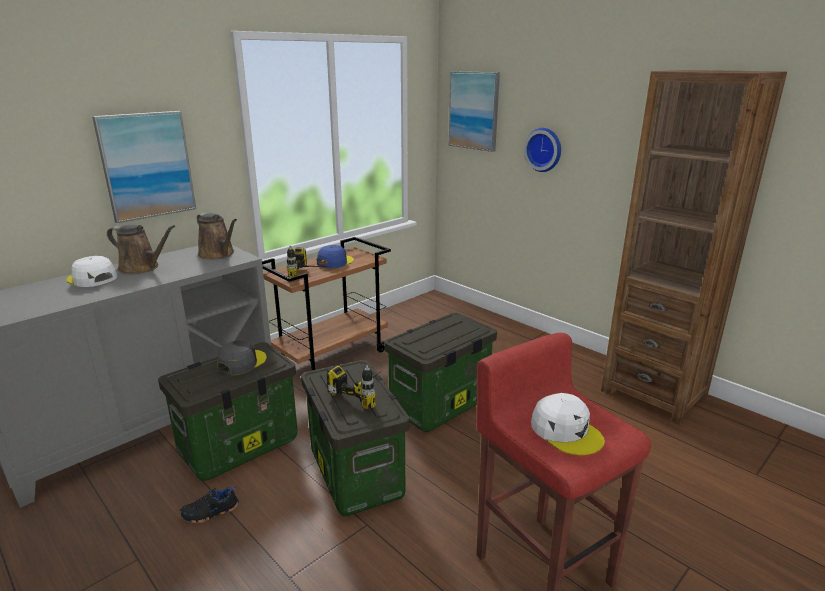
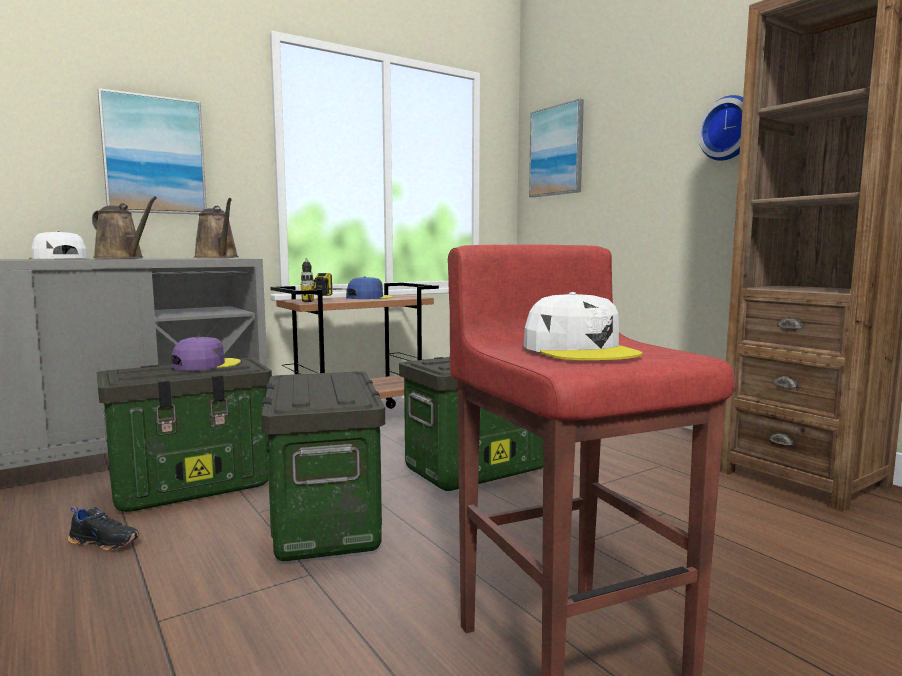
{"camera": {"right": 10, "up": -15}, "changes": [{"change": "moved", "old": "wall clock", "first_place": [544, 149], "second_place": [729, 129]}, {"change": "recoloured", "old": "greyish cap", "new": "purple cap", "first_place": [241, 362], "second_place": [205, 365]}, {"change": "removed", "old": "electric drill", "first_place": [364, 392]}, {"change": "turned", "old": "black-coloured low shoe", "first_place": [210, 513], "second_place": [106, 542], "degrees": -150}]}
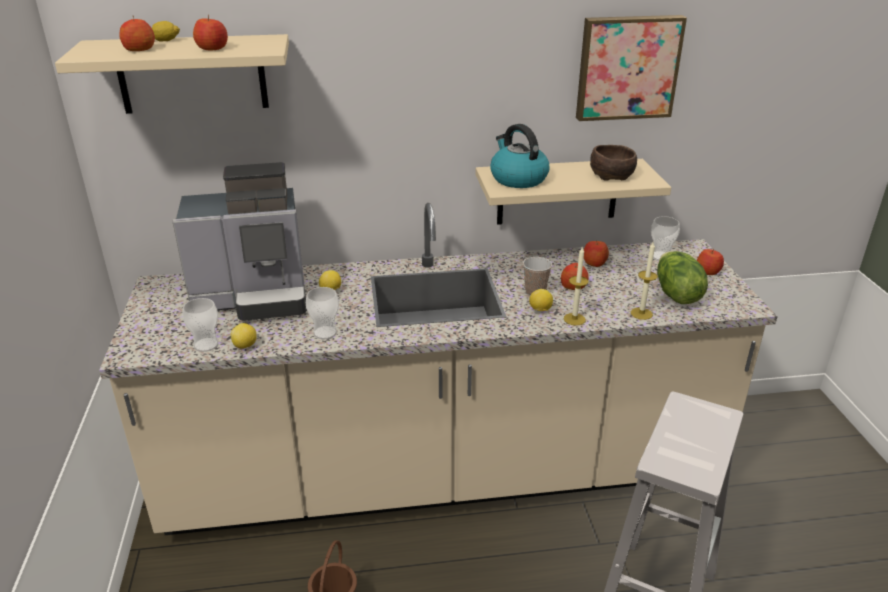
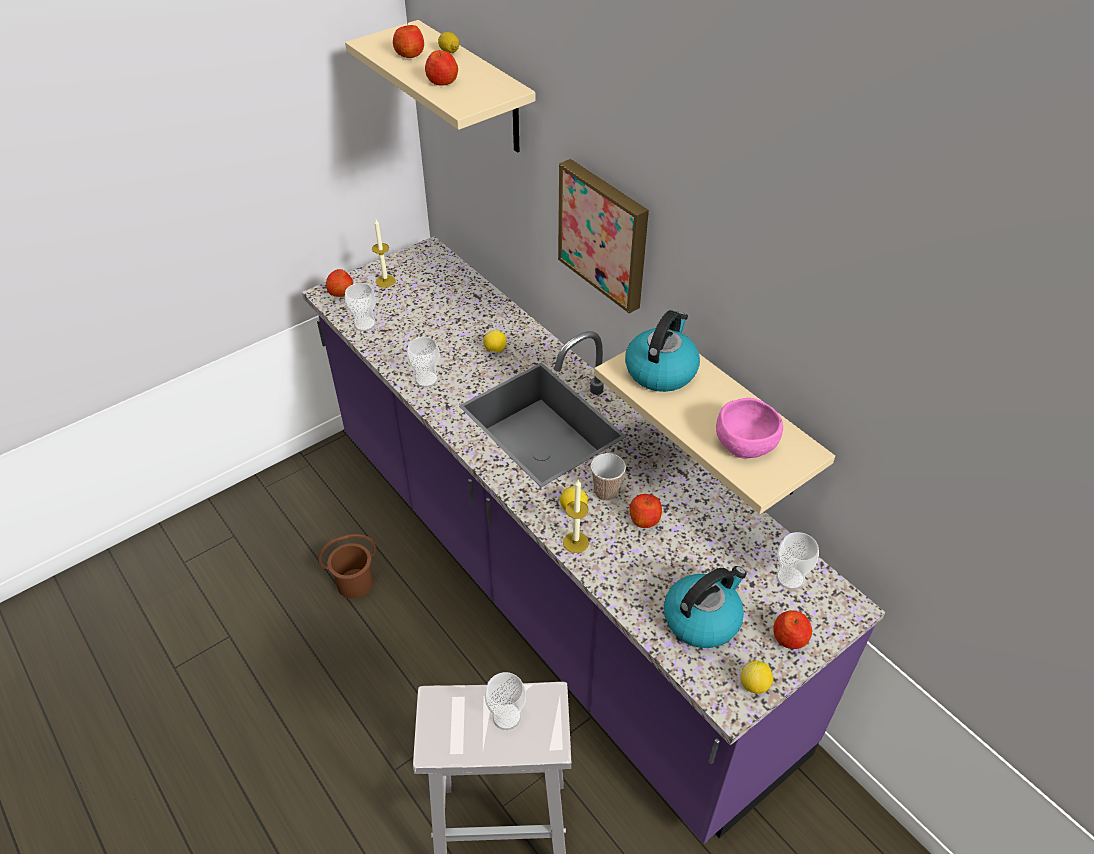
{"camera": {"right": 60, "up": 15}, "changes": [{"change": "moved", "old": "picture", "first_place": [627, 67], "second_place": [605, 234]}, {"change": "recoloured", "old": "brown serving bowl", "new": "pinkish serving bowl", "first_place": [612, 175], "second_place": [747, 443]}, {"change": "removed", "old": "coffee machine", "first_place": [255, 297]}, {"change": "recoloured", "old": "sand-coloured kitchen base unit", "new": "purple kitchen base unit", "first_place": [444, 476], "second_place": [547, 583]}, {"change": "moved", "old": "apple", "first_place": [594, 263], "second_place": [341, 292]}, {"change": "moved", "old": "wax light", "first_place": [641, 313], "second_place": [385, 281]}, {"change": "replaced", "old": "lettuce head", "new": "tea kettle", "first_place": [676, 294], "second_place": [702, 618]}, {"change": "moved", "old": "whole lemon", "first_place": [245, 346], "second_place": [754, 685]}, {"change": "added", "new": "drinking cup", "second_place": [506, 716]}]}
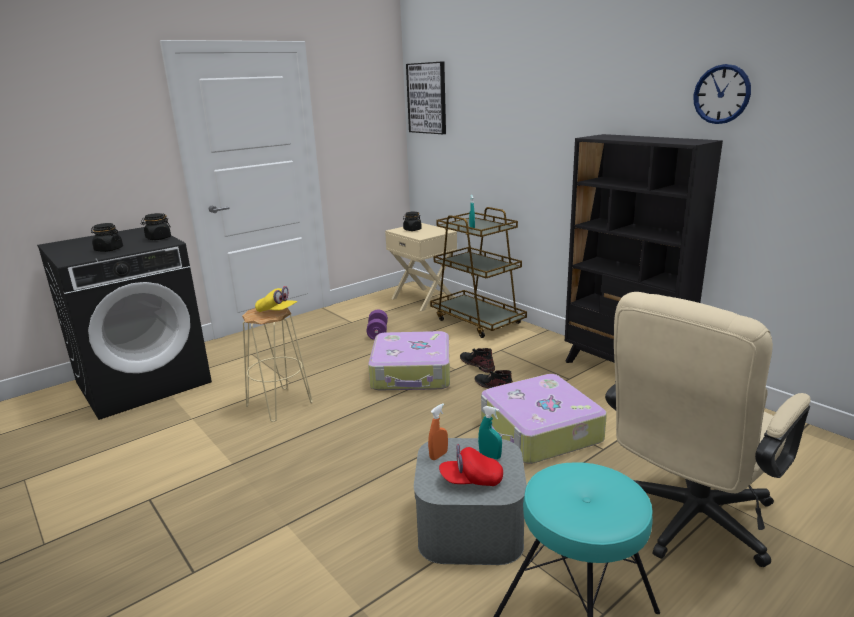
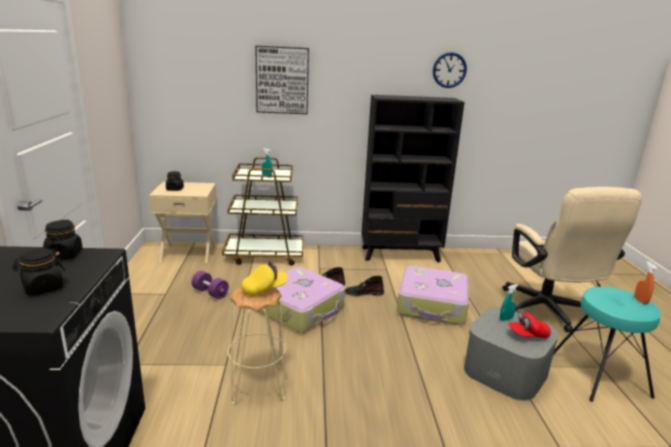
{"camera": {"right": -55, "up": 0}, "changes": [{"change": "moved", "old": "picture", "first_place": [427, 98], "second_place": [282, 80]}, {"change": "moved", "old": "orange sprayer", "first_place": [438, 455], "second_place": [640, 301]}, {"change": "turned", "old": "red-coloured cap", "first_place": [471, 480], "second_place": [527, 335], "degrees": 45}]}
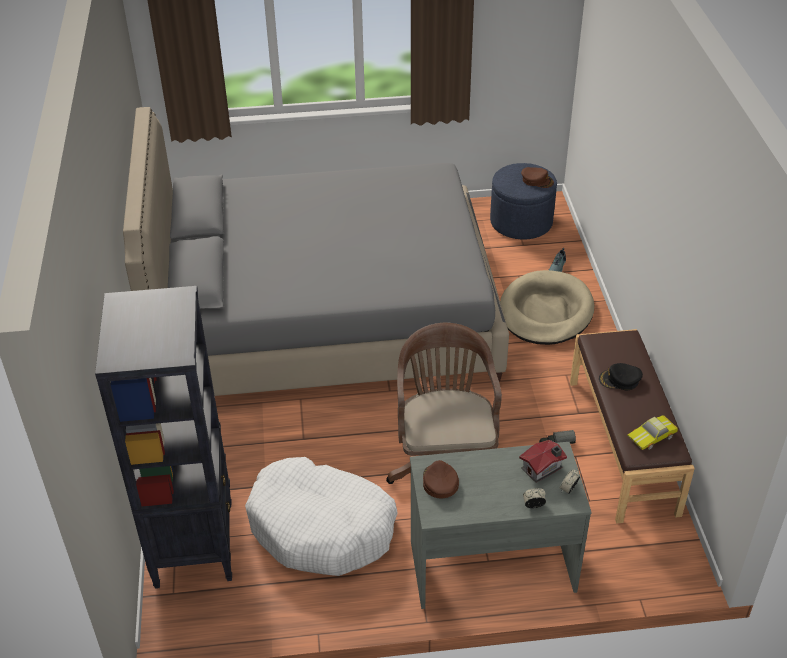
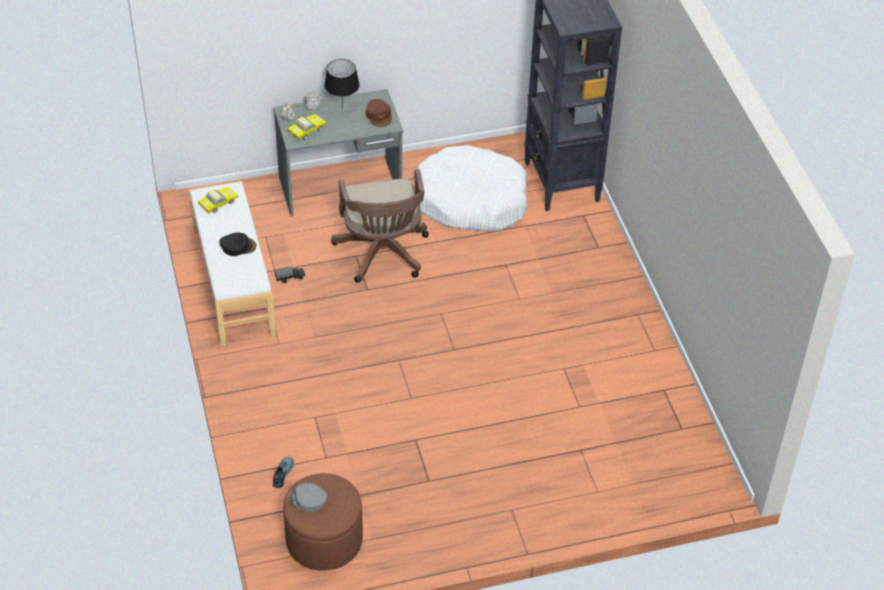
{"camera": {"right": 170, "up": 5}, "changes": [{"change": "removed", "old": "greyish bedroom bed", "first_place": [324, 317]}, {"change": "recoloured", "old": "blue footrest", "new": "brown footrest", "first_place": [521, 222], "second_place": [324, 540]}, {"change": "recoloured", "old": "brown cap", "new": "greyish cap", "first_place": [537, 180], "second_place": [307, 499]}, {"change": "removed", "old": "sand-coloured pet bed", "first_place": [545, 312]}, {"change": "recoloured", "old": "brown indoor bench", "new": "white-coloured indoor bench", "first_place": [623, 445], "second_place": [232, 282]}, {"change": "replaced", "old": "model house", "new": "miniature car", "first_place": [543, 468], "second_place": [306, 129]}, {"change": "added", "new": "black-coloured lamp for a table", "second_place": [343, 109]}]}
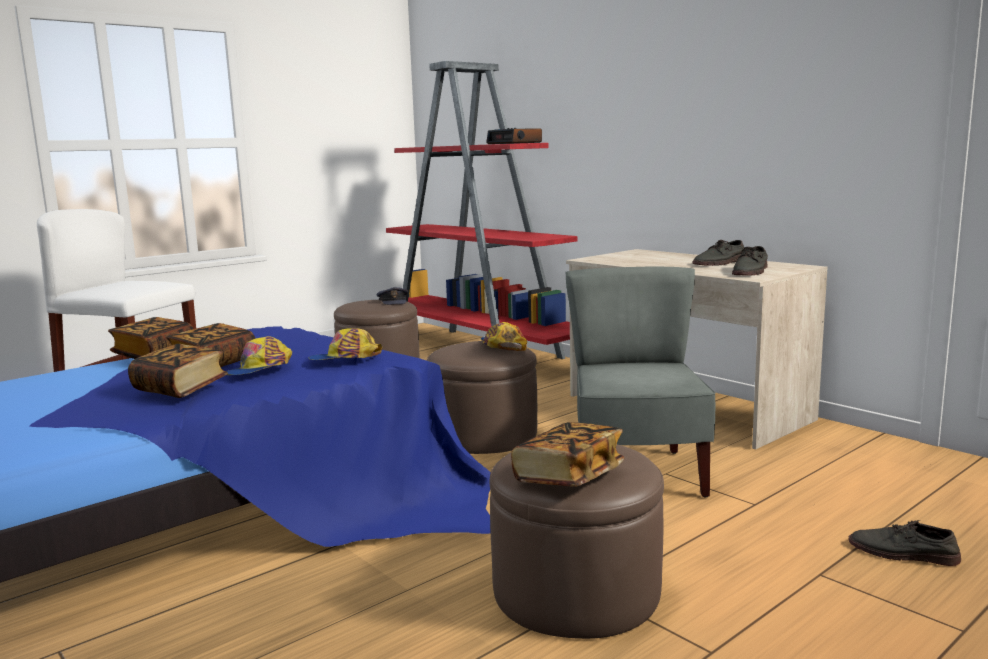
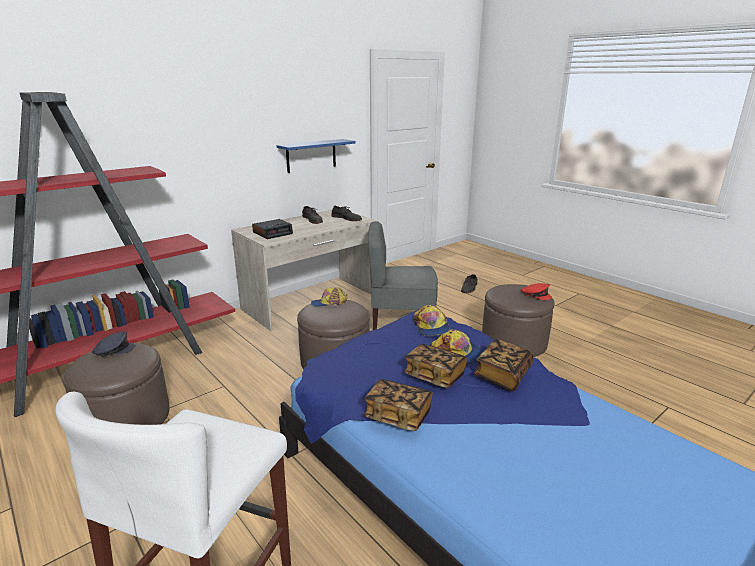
{"camera": {"right": -90, "up": 10}, "changes": [{"change": "moved", "old": "table clock", "first_place": [515, 143], "second_place": [273, 233]}, {"change": "replaced", "old": "volume", "new": "red-coloured cap", "first_place": [568, 477], "second_place": [535, 295]}, {"change": "added", "new": "blue bracket shelf", "second_place": [311, 155]}]}
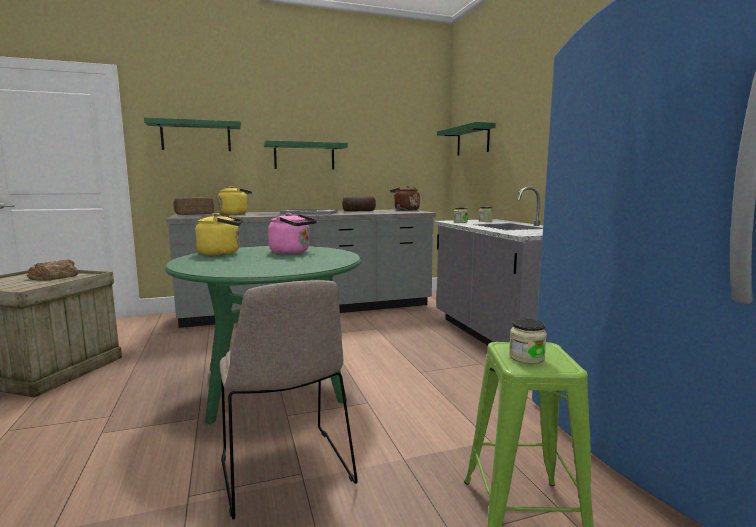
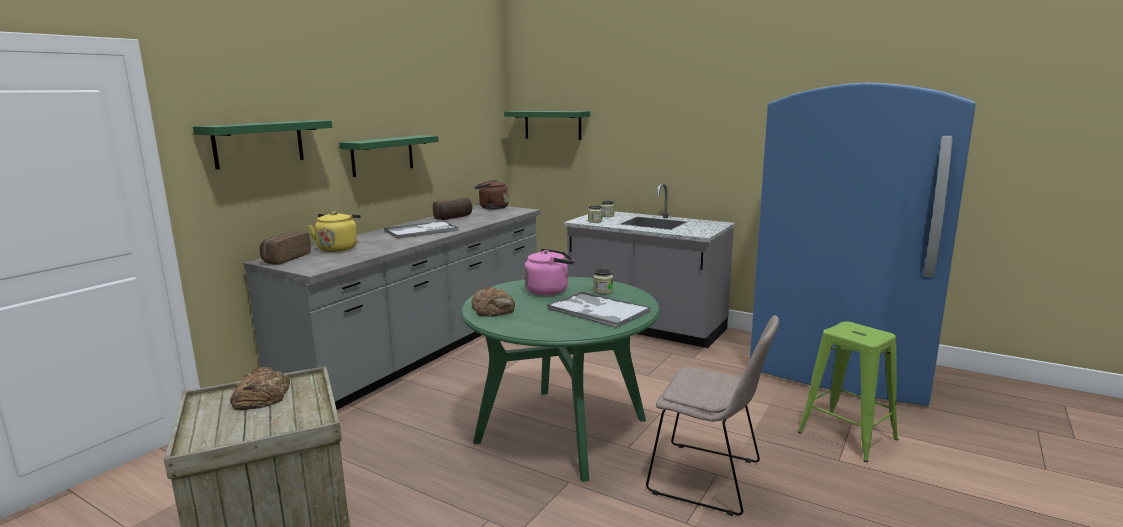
{"camera": {"right": -40, "up": 5}, "changes": [{"change": "replaced", "old": "yellowish tea kettle", "new": "bakery bread", "first_place": [222, 253], "second_place": [494, 309]}, {"change": "moved", "old": "preserve jar", "first_place": [526, 357], "second_place": [603, 291]}, {"change": "added", "new": "carrying tray", "second_place": [597, 310]}]}
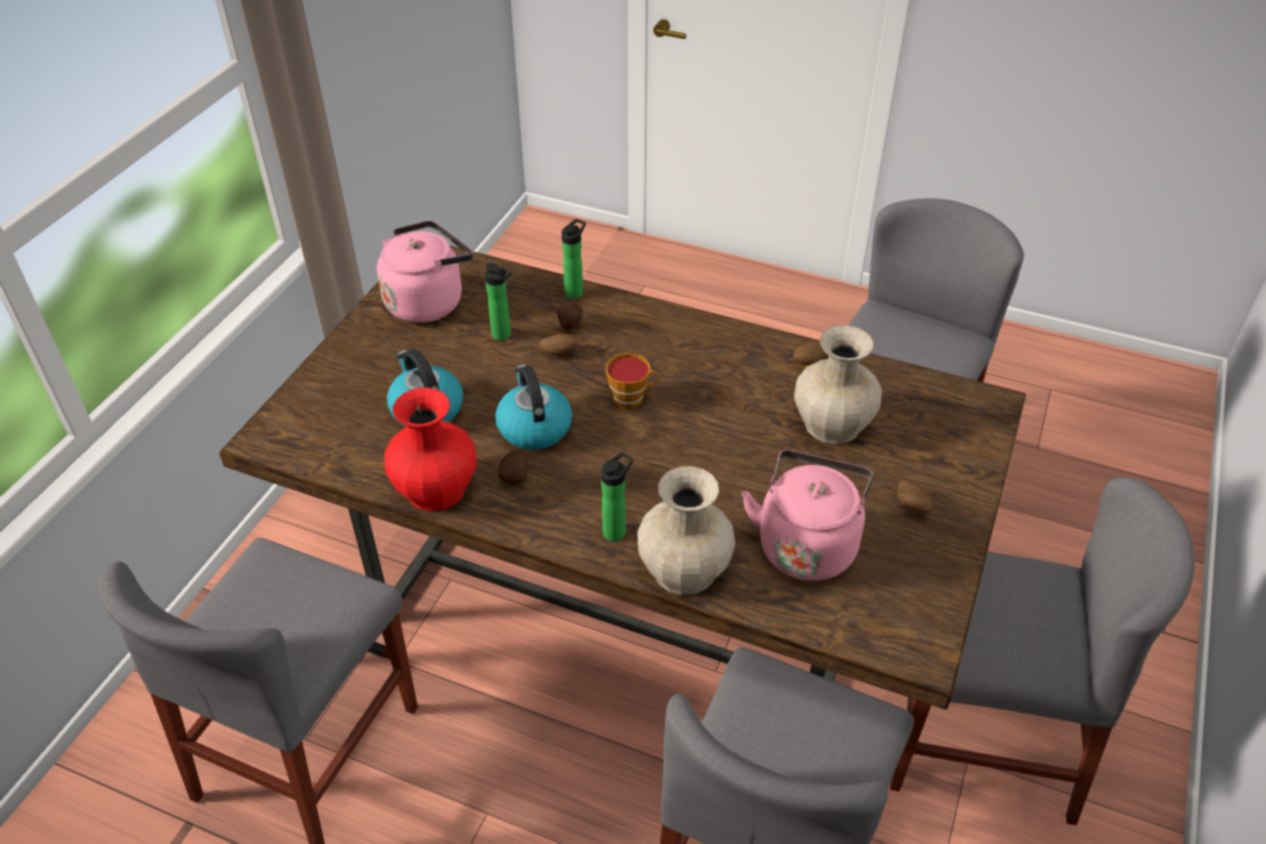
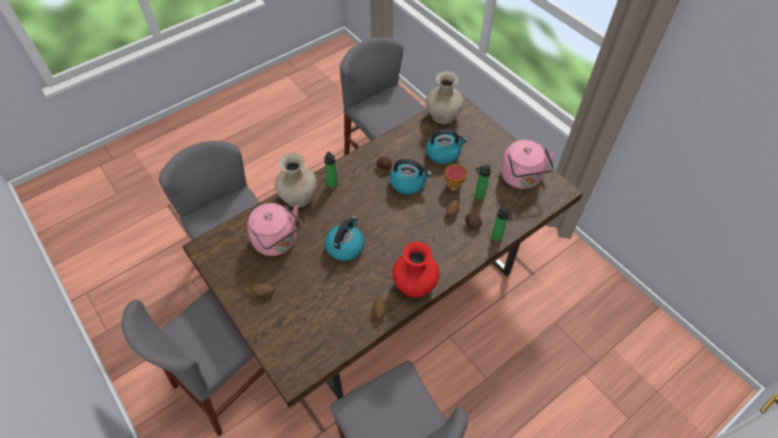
{"camera": {"right": 120, "up": 10}, "changes": [{"change": "moved", "old": "sand-coloured decorative vase", "first_place": [833, 425], "second_place": [442, 115]}, {"change": "moved", "old": "drinking cup", "first_place": [632, 399], "second_place": [453, 187]}, {"change": "moved", "old": "red-coloured decorative vase", "first_place": [435, 489], "second_place": [414, 284]}, {"change": "added", "new": "tea kettle", "second_place": [345, 246]}]}
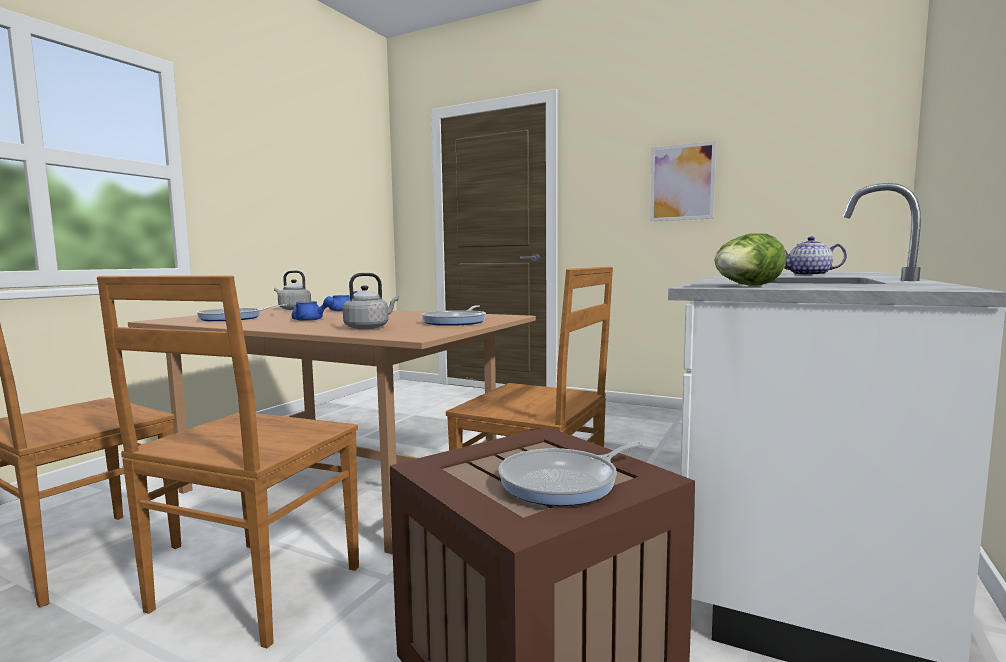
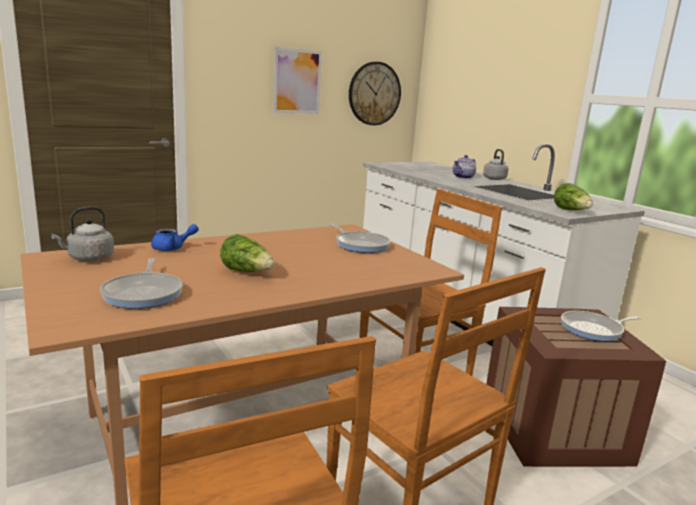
{"camera": {"right": -60, "up": 10}, "changes": [{"change": "moved", "old": "greyish tea kettle", "first_place": [369, 327], "second_place": [493, 178]}, {"change": "replaced", "old": "blue teapot", "new": "lettuce head", "first_place": [311, 320], "second_place": [247, 272]}, {"change": "turned", "old": "pan", "first_place": [564, 482], "second_place": [594, 330], "degrees": 75}, {"change": "added", "new": "wall clock", "second_place": [374, 94]}]}
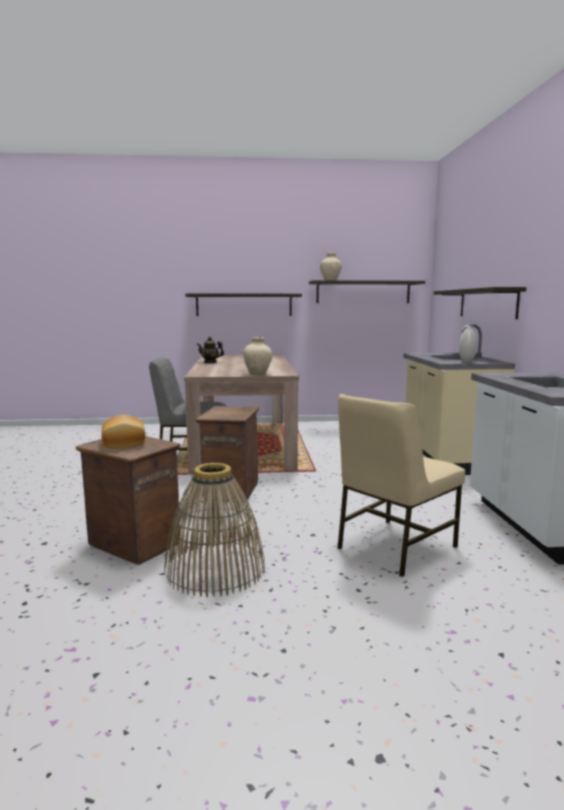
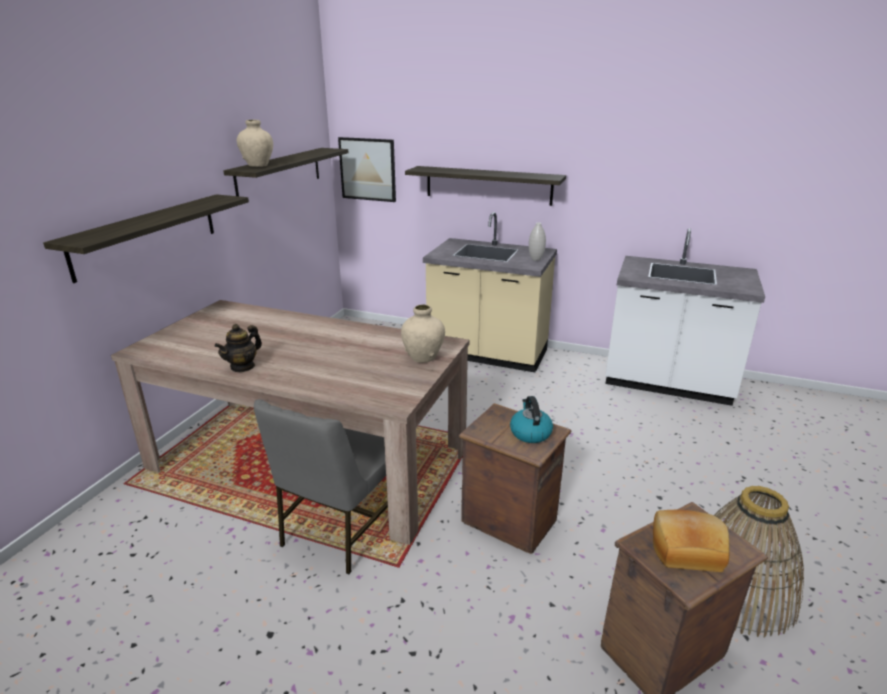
{"camera": {"right": -65, "up": 15}, "changes": [{"change": "removed", "old": "sand-coloured plain chair", "first_place": [394, 547]}, {"change": "added", "new": "picture", "second_place": [368, 169]}, {"change": "added", "new": "tea kettle", "second_place": [530, 433]}]}
